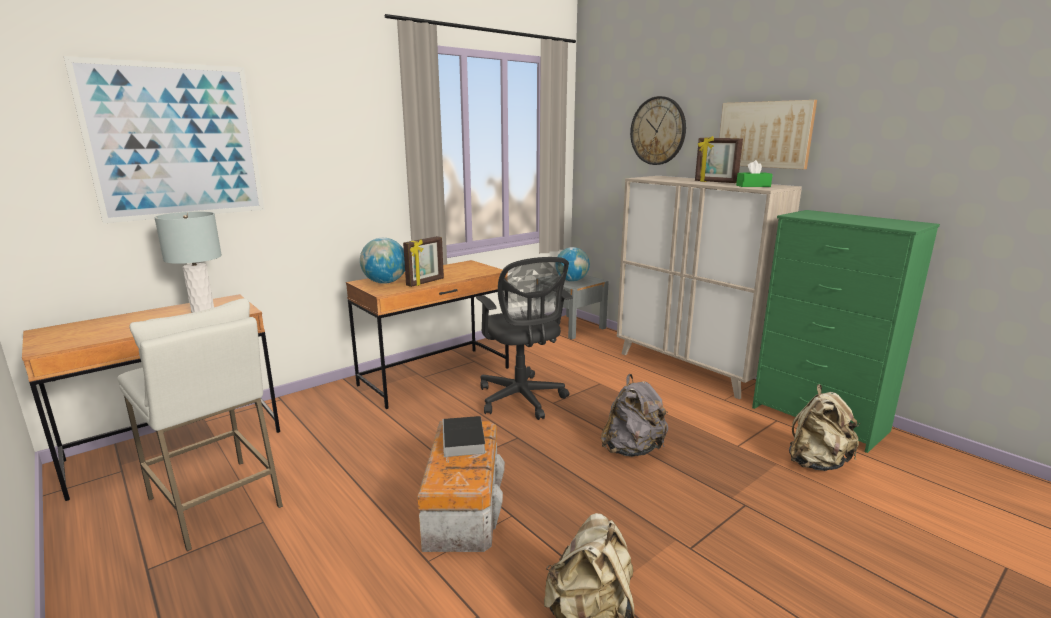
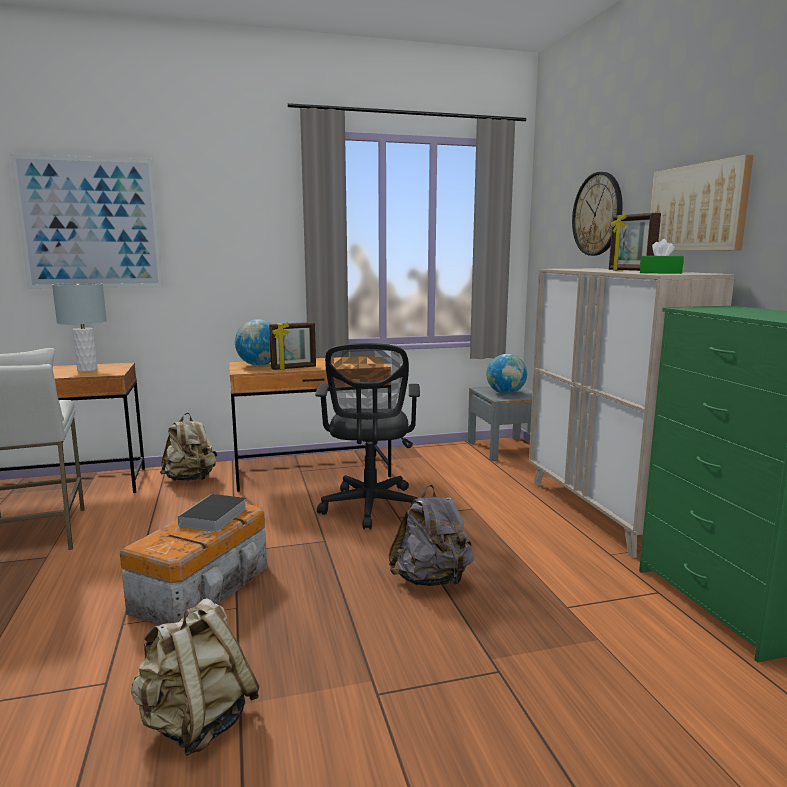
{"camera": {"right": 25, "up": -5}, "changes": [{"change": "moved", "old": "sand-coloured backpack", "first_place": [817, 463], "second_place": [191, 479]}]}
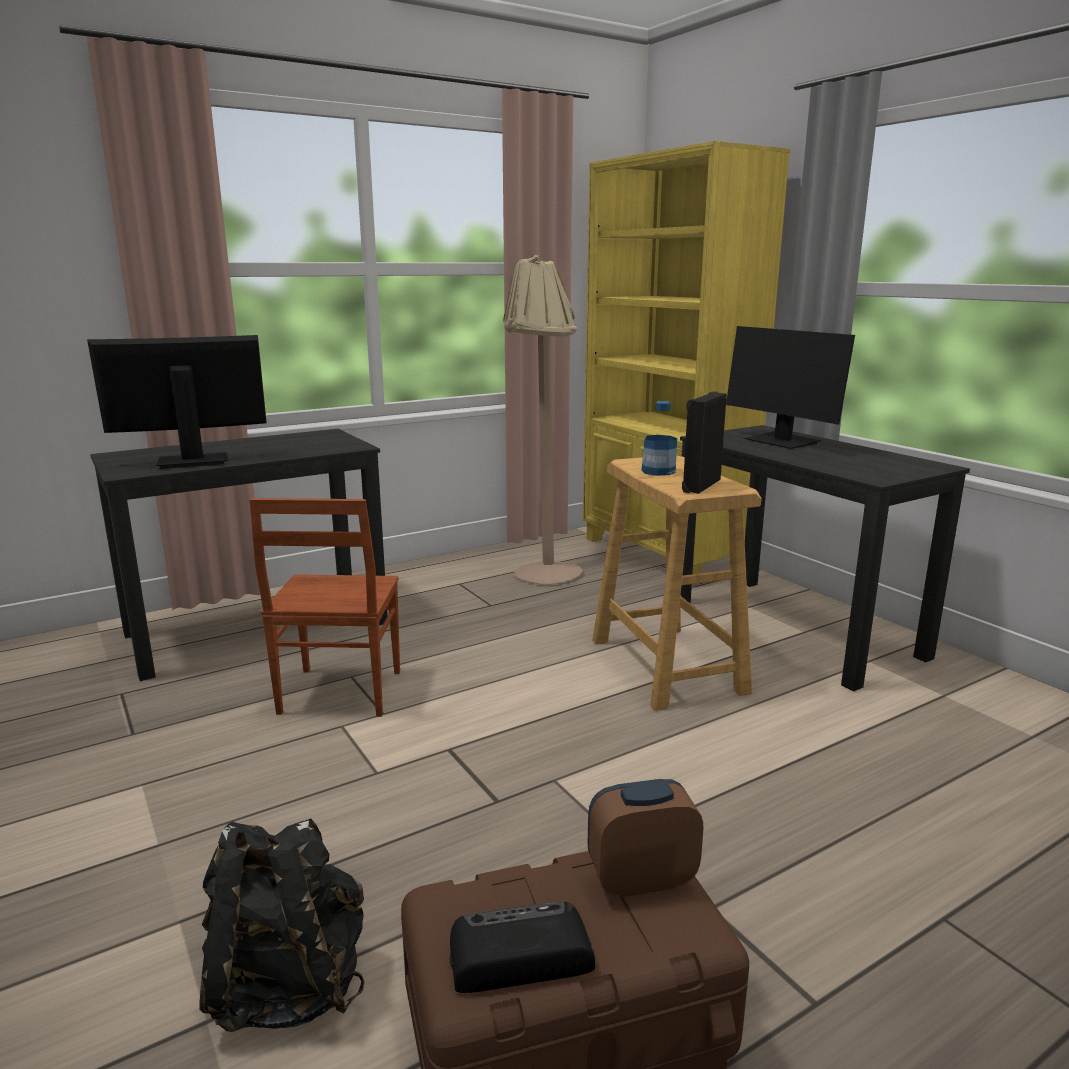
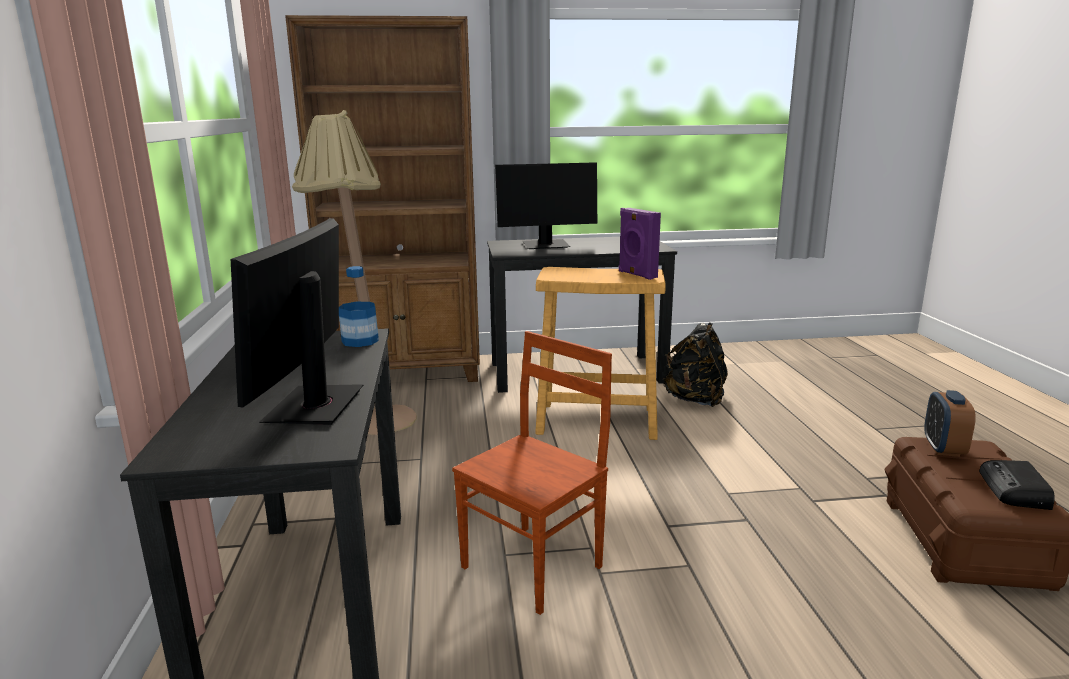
{"camera": {"right": -65, "up": 0}, "changes": [{"change": "recoloured", "old": "yellowish shelving unit", "new": "brown shelving unit", "first_place": [663, 554], "second_place": [407, 373]}, {"change": "recoloured", "old": "black-coloured speaker", "new": "purple speaker", "first_place": [700, 485], "second_place": [636, 274]}, {"change": "moved", "old": "drink bottle", "first_place": [658, 471], "second_place": [360, 341]}, {"change": "turned", "old": "brown plain chair", "first_place": [338, 693], "second_place": [535, 566], "degrees": -75}, {"change": "moved", "old": "black-coloured backpack", "first_place": [288, 984], "second_place": [695, 400]}]}
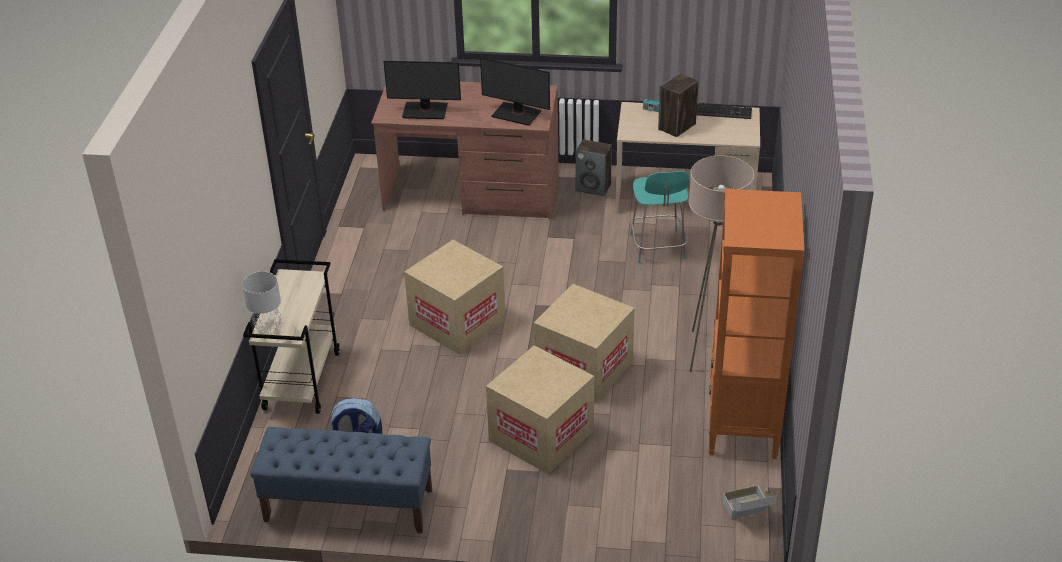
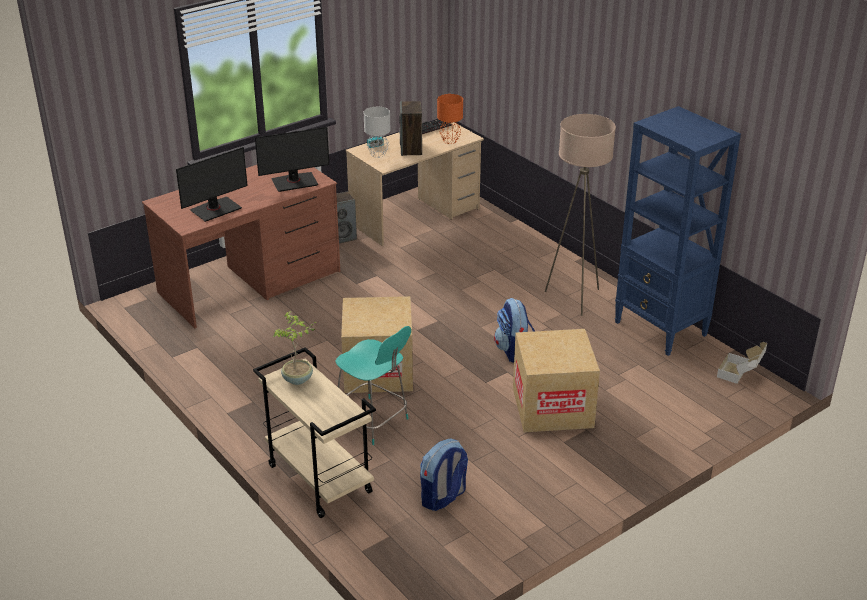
{"camera": {"right": -45, "up": -5}, "changes": [{"change": "moved", "old": "blue-green plain chair", "first_place": [658, 248], "second_place": [373, 422]}, {"change": "recoloured", "old": "orange shelving unit", "new": "blue shelving unit", "first_place": [742, 427], "second_place": [661, 329]}, {"change": "moved", "old": "greyish lamp for a table", "first_place": [269, 329], "second_place": [378, 154]}, {"change": "replaced", "old": "cardboard box", "new": "backpack", "first_place": [584, 369], "second_place": [514, 351]}, {"change": "removed", "old": "blue indoor bench", "first_place": [348, 505]}, {"change": "added", "new": "orange lamp for a table", "second_place": [450, 141]}, {"change": "added", "new": "potted plant", "second_place": [298, 379]}]}
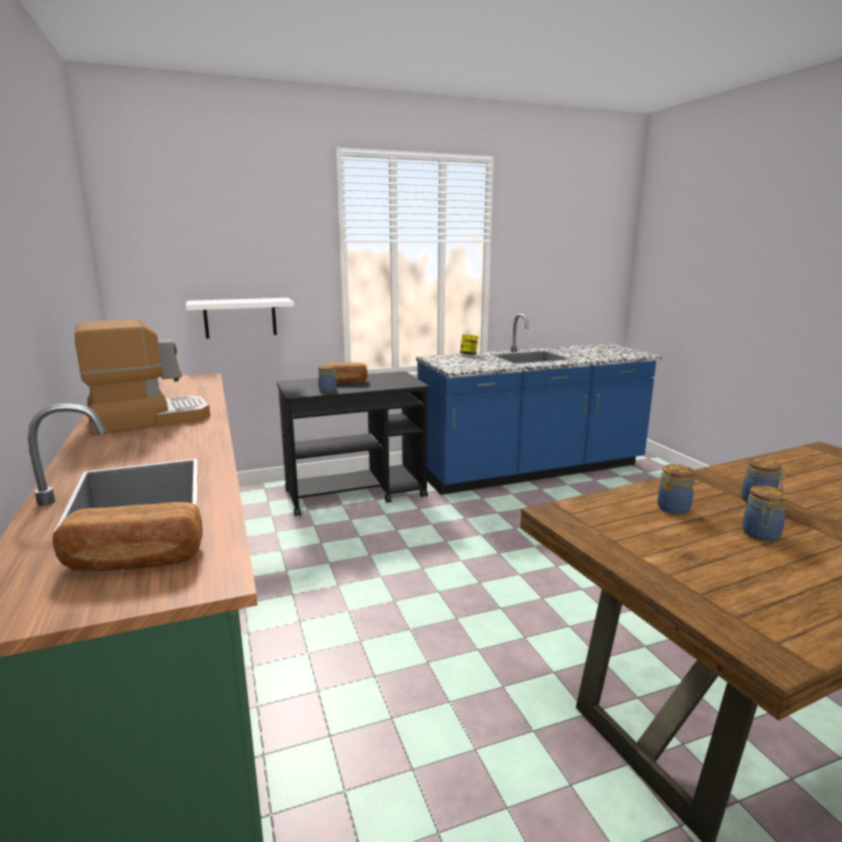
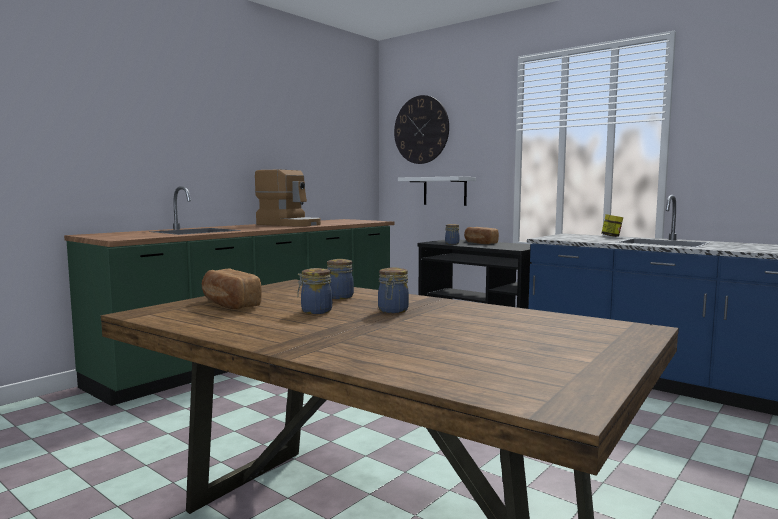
{"camera": {"right": 60, "up": -10}, "changes": [{"change": "moved", "old": "bakery bread", "first_place": [134, 561], "second_place": [229, 304]}, {"change": "added", "new": "wall clock", "second_place": [421, 130]}]}
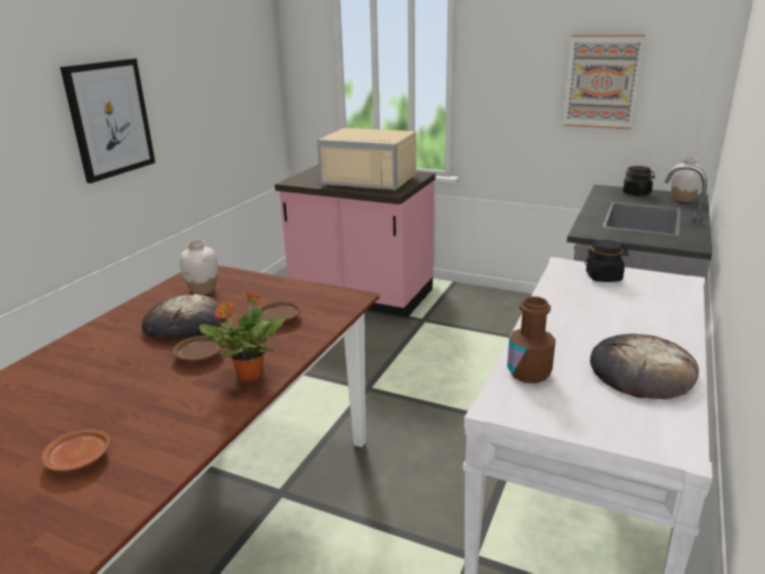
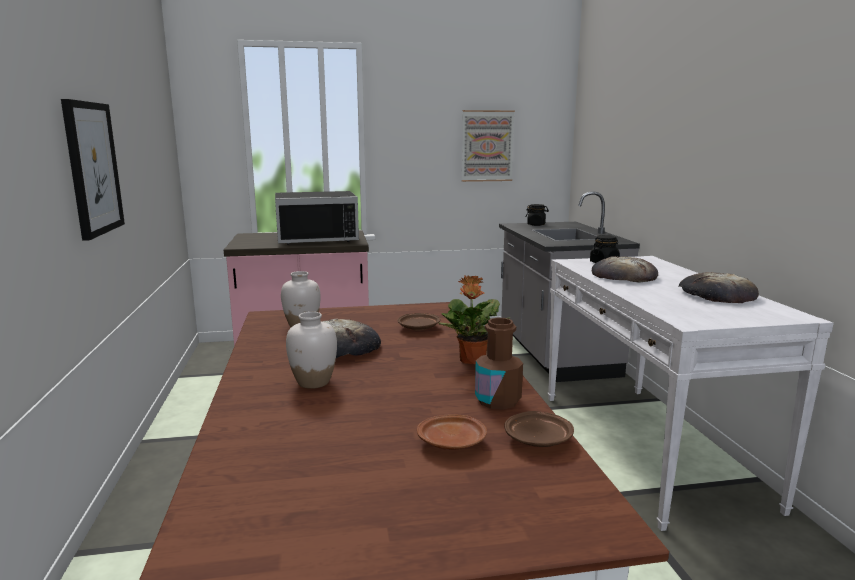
{"camera": {"right": -35, "up": -10}, "changes": [{"change": "recoloured", "old": "sand-coloured microwave", "new": "black-coloured microwave", "first_place": [372, 180], "second_place": [317, 238]}, {"change": "moved", "old": "white-coloured decorative vase", "first_place": [682, 199], "second_place": [313, 382]}, {"change": "moved", "old": "brown drink bottle", "first_place": [529, 373], "second_place": [498, 400]}, {"change": "moved", "old": "brown plate", "first_place": [200, 356], "second_place": [538, 439]}, {"change": "added", "new": "bakery bread", "second_place": [623, 275]}]}
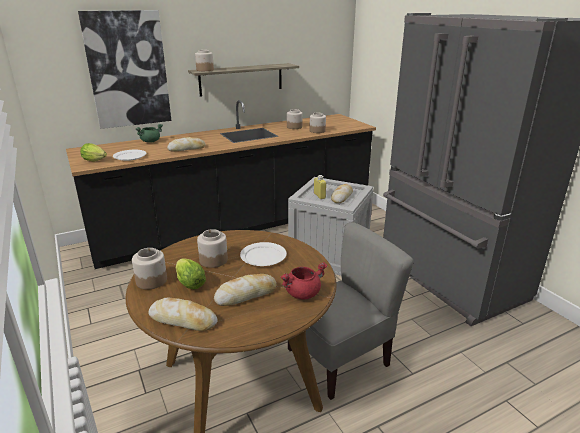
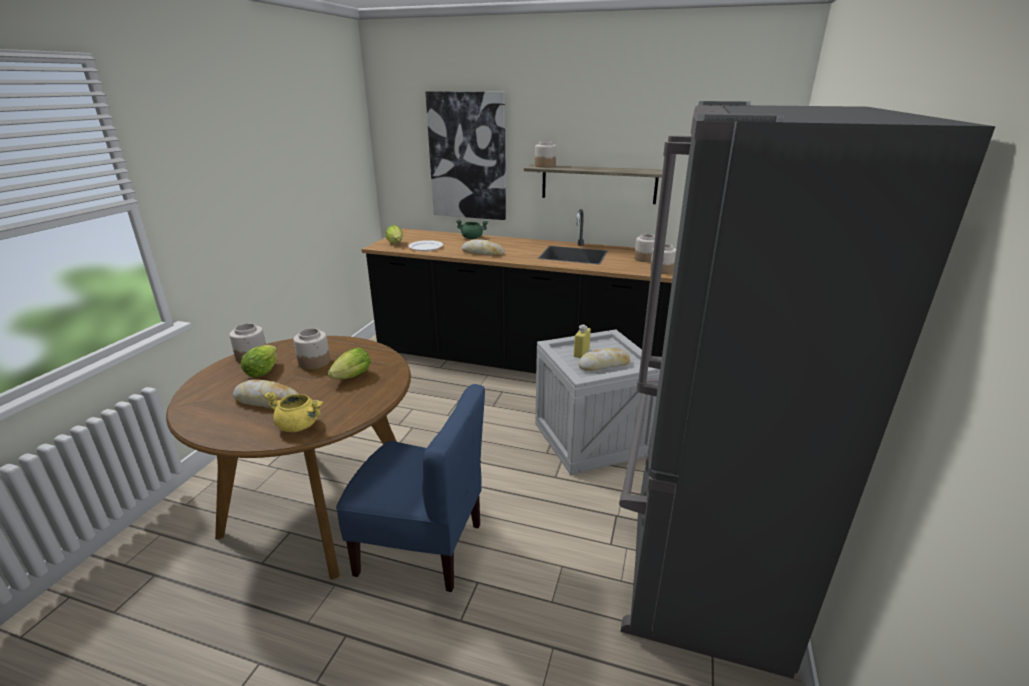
{"camera": {"right": 45, "up": 0}, "changes": [{"change": "recoloured", "old": "greyish plain chair", "new": "blue plain chair", "first_place": [339, 359], "second_place": [421, 547]}, {"change": "replaced", "old": "white-coloured plate", "new": "lettuce head", "first_place": [263, 256], "second_place": [350, 378]}, {"change": "recoloured", "old": "red-coloured saucepot", "new": "yellowish saucepot", "first_place": [302, 293], "second_place": [300, 426]}, {"change": "removed", "old": "bakery bread", "first_place": [183, 320]}]}
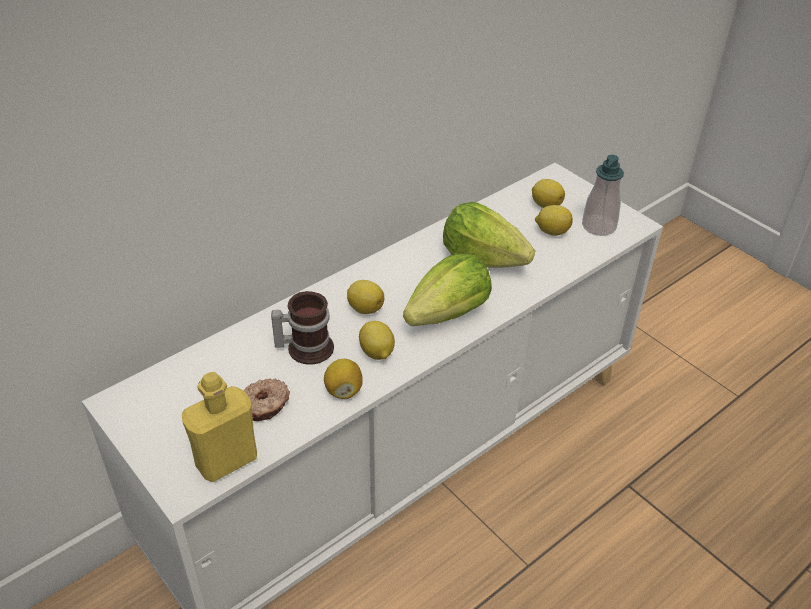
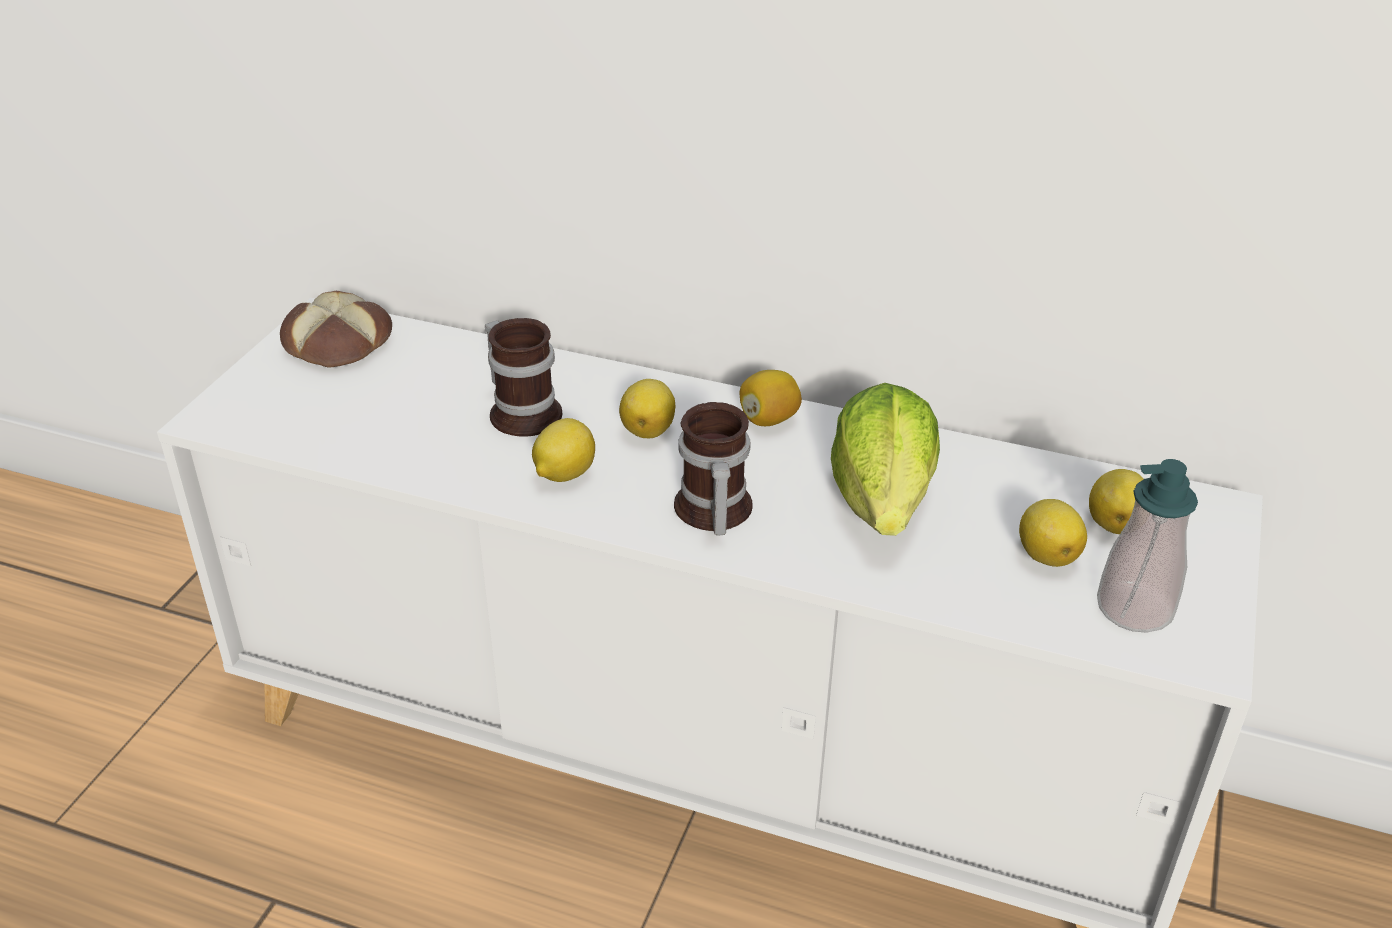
{"camera": {"right": 60, "up": -5}, "changes": [{"change": "replaced", "old": "lettuce head", "new": "tea mug", "first_place": [448, 314], "second_place": [710, 512]}, {"change": "moved", "old": "whole lemon", "first_place": [343, 390], "second_place": [768, 419]}, {"change": "removed", "old": "yellowish drink bottle", "first_place": [226, 461]}, {"change": "removed", "old": "ring doughnut", "first_place": [264, 405]}, {"change": "added", "new": "bakery bread", "second_place": [340, 344]}]}
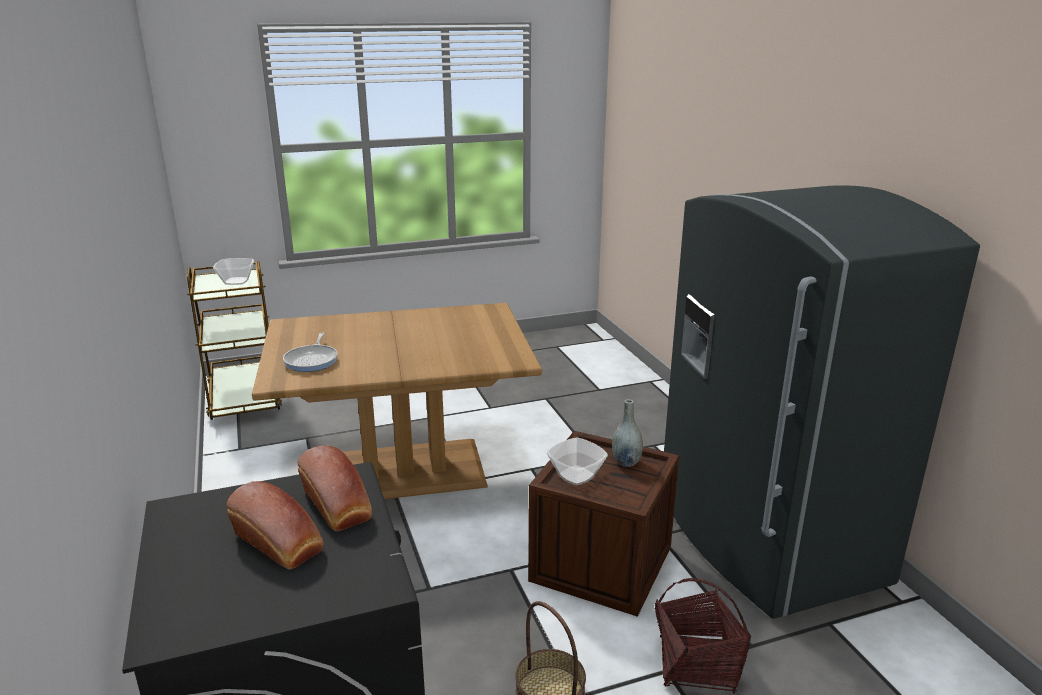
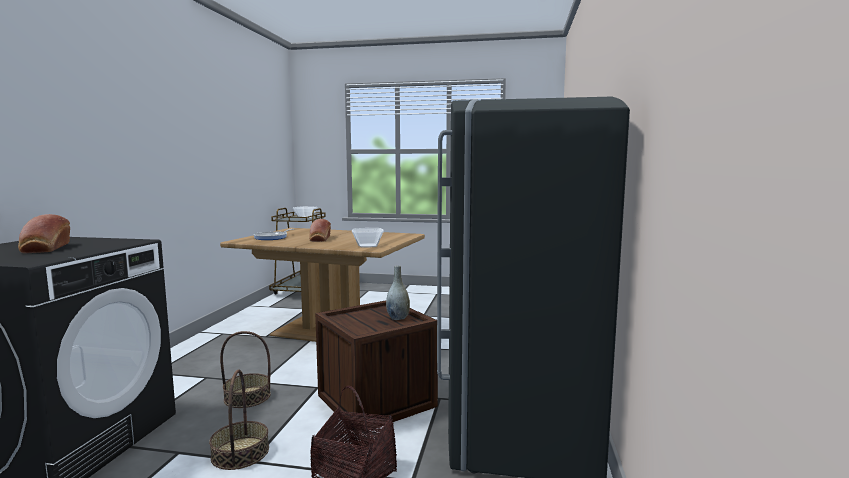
{"camera": {"right": 30, "up": -15}, "changes": [{"change": "moved", "old": "serving bowl", "first_place": [577, 476], "second_place": [368, 246]}, {"change": "moved", "old": "bakery bread", "first_place": [338, 507], "second_place": [320, 239]}, {"change": "added", "new": "basket", "second_place": [247, 397]}]}
